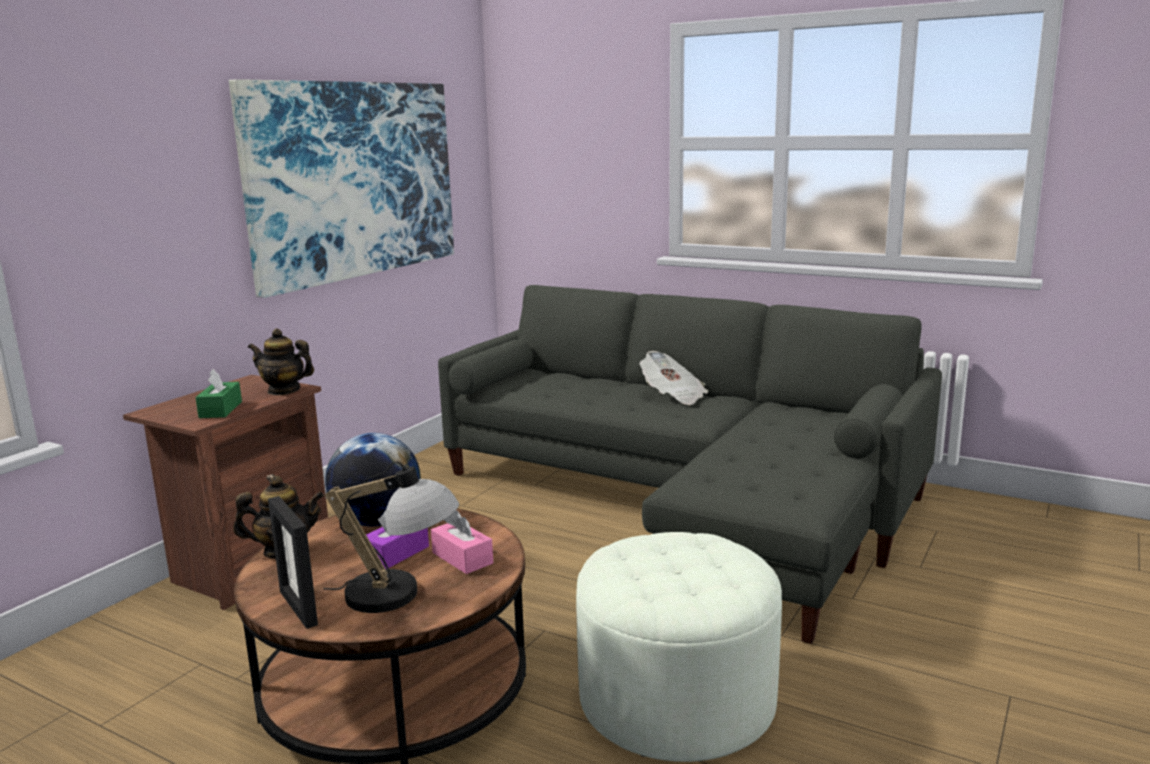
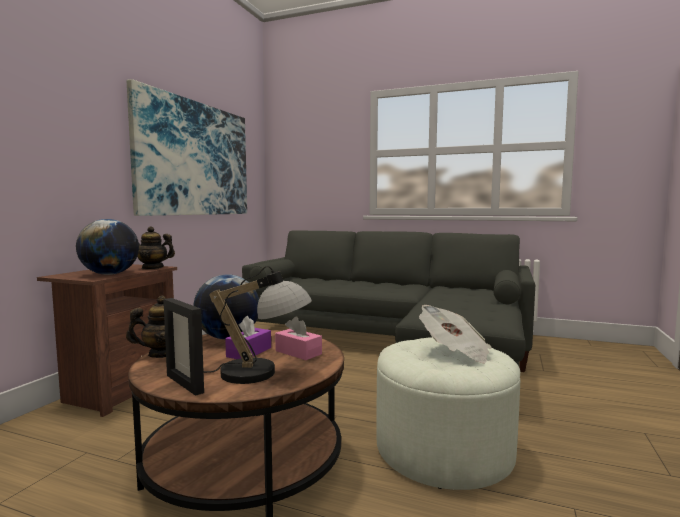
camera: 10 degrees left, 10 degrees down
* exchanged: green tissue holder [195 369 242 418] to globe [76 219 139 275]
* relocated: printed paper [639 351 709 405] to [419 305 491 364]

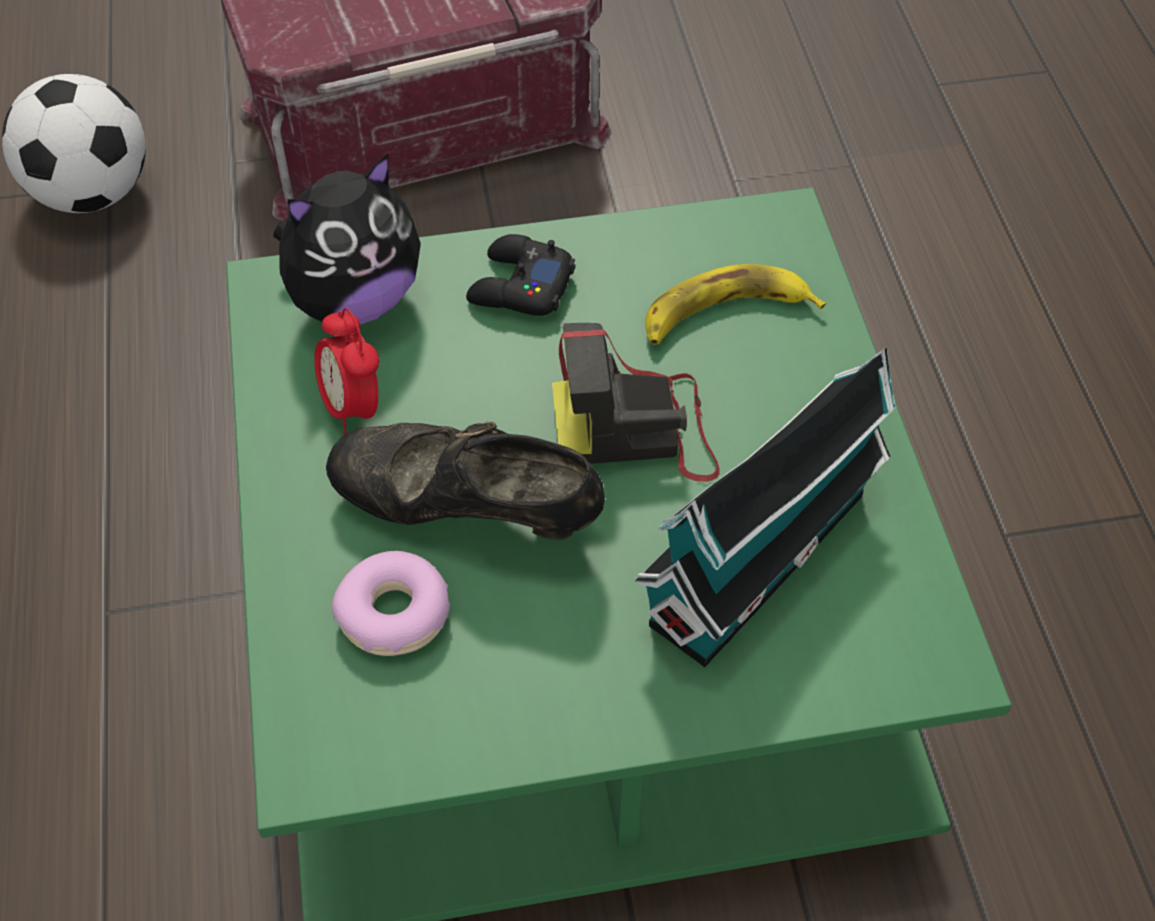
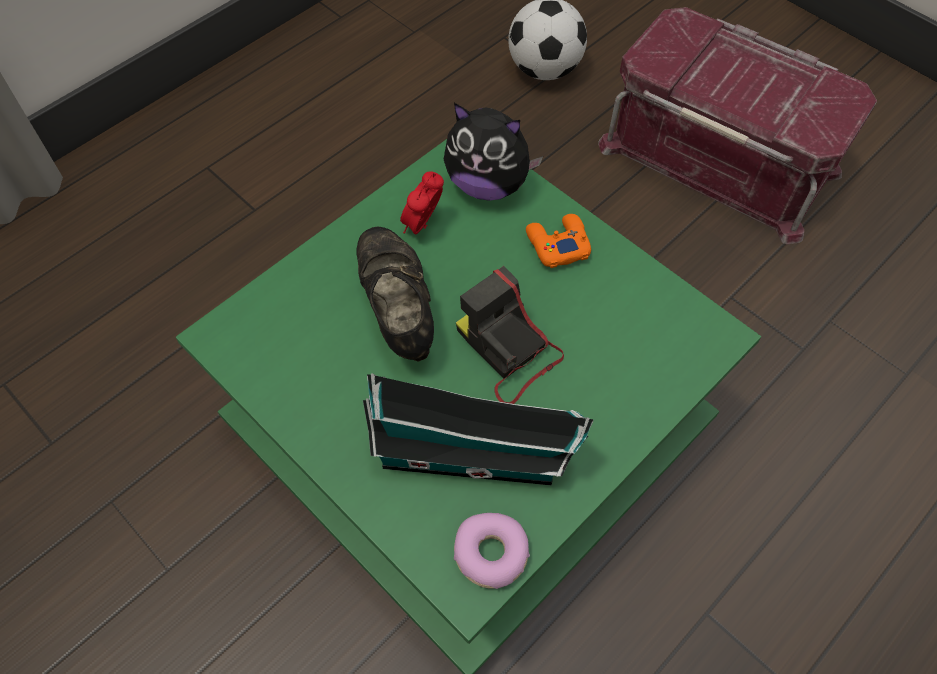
camera: 55 degrees right, 5 degrees up
* relocated: ring doughnut [332 551 450 656] to [454 513 530 589]
* colour: black gamepad [466 234 575 316] to orange-coloured gamepad [526 214 591 268]
* missing: banana [645 264 826 344]

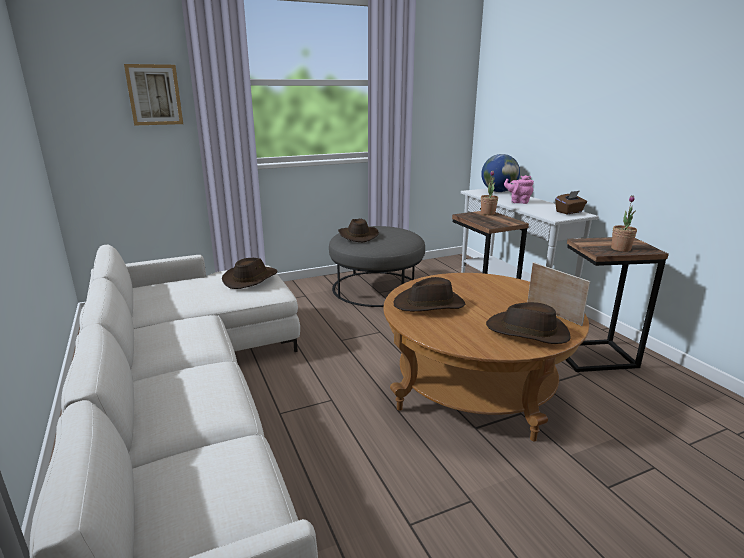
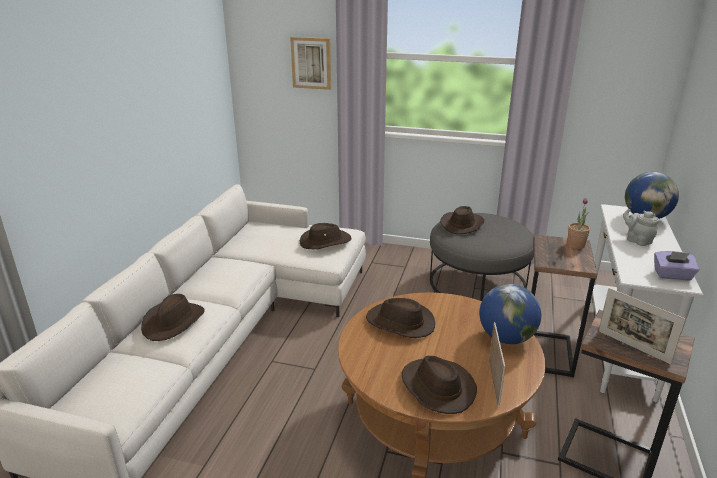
camera: 40 degrees right, 5 degrees up
* appeared: brownish clothing hat [141 294 205 341]
* appeared: globe [479 284 541 344]
* exchanged: plant in a pot [611 195 637 252] to picture frame [598 288 686 364]
* colour: pink-coloured teapot [504 175 534 204] to grey teapot [623 209 659 246]
* colour: brownish tissue holder [555 191 587 214] to purplish tissue holder [654 251 699 280]

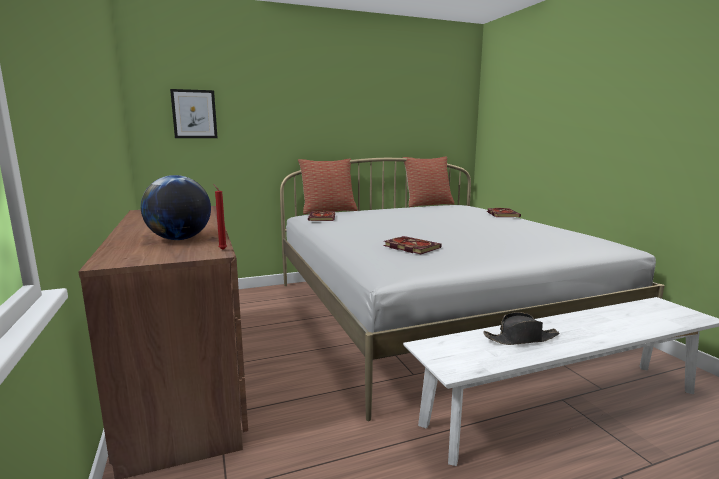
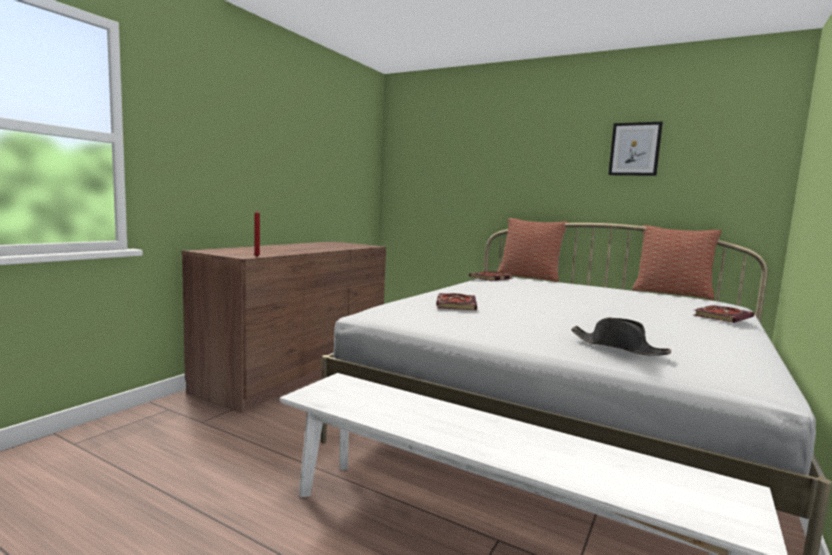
camera: 50 degrees right, 5 degrees down
* relocated: black clothing hat [483 312 559 345] to [571 317 671 356]
* relocated: picture [170 89 218 138] to [608 122 663 176]
* missing: globe [141 175 211 240]

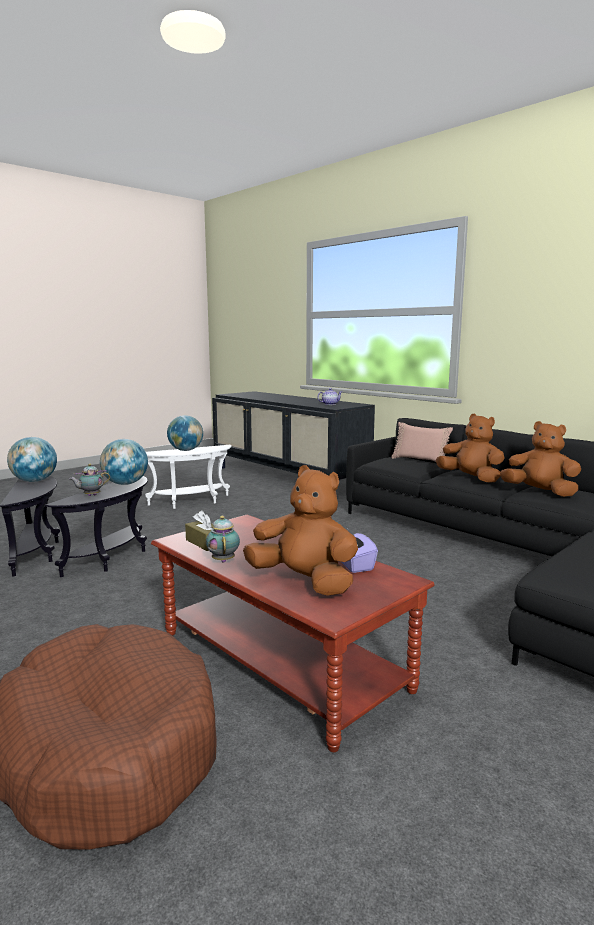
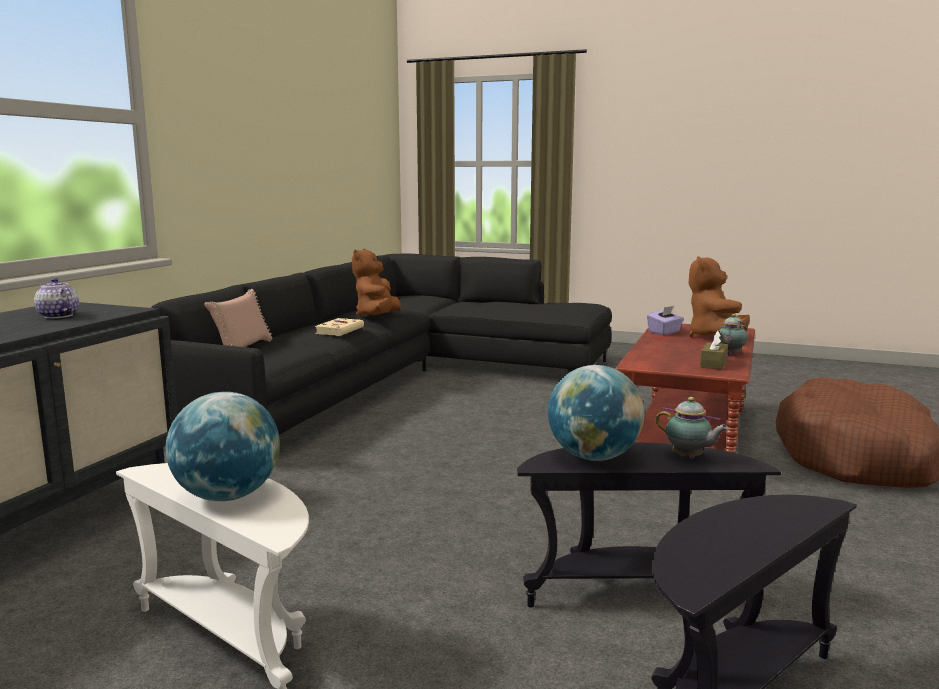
camera: 115 degrees left, 0 degrees up
* exchanged: brownish plush toy [436 414 505 483] to beige-coloured book [315 318 364 336]
* missing: globe [7 437 57 482]

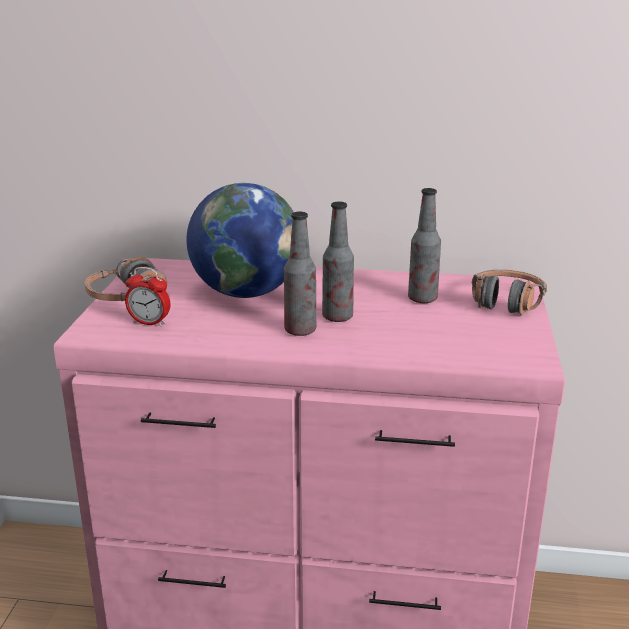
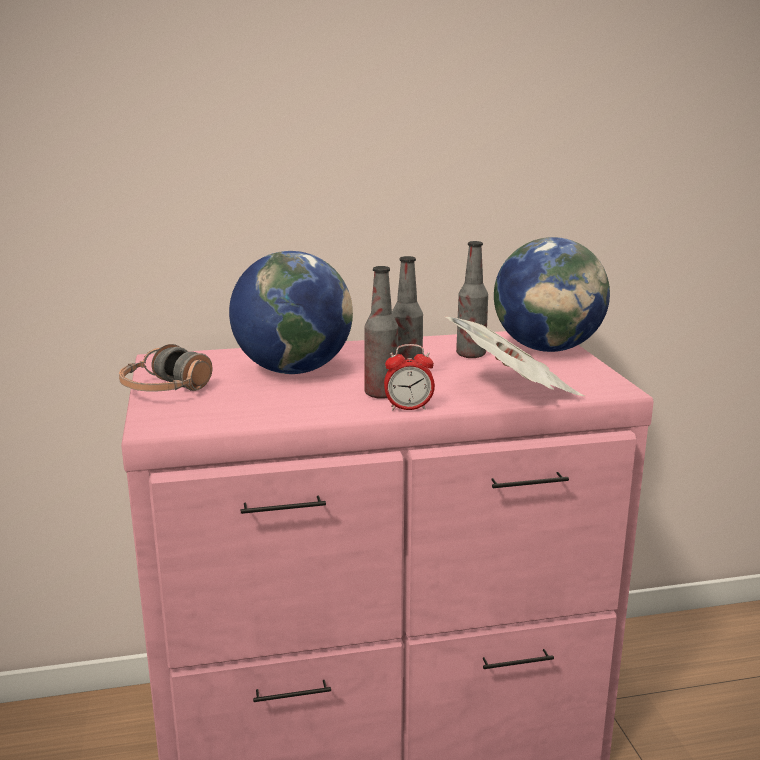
camera: 20 degrees left, 5 degrees down
* relocated: table clock [125 267 170 327] to [384 344 435 410]
* appeared: printed paper [444 316 585 396]
* exchanged: headset [472 269 547 315] to globe [494 237 610 352]

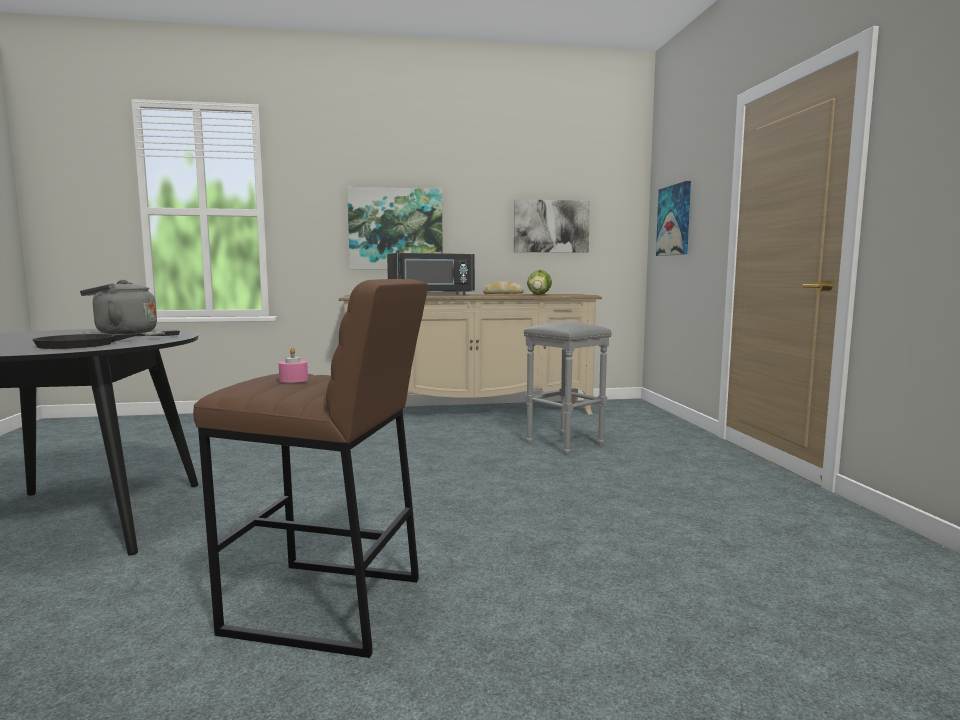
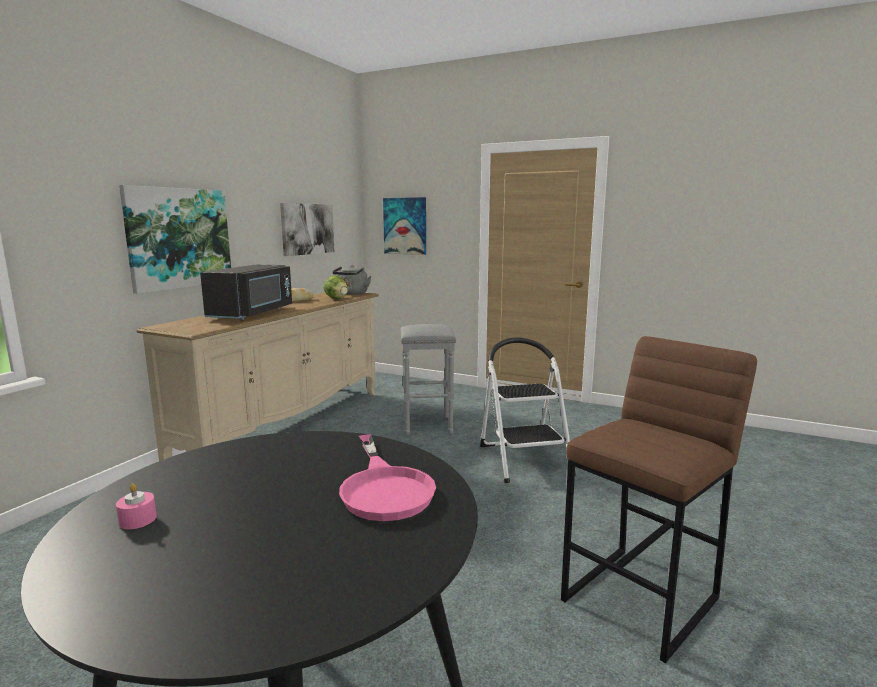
camera: 55 degrees left, 5 degrees up
* relocated: pink-coloured wax light [279 347 308 383] to [116 483 157 529]
* relocated: grey kettle [80 280 157 334] to [332 265 371 295]
* colour: black pan [32 331 180 349] to pink-coloured pan [339 434 436 521]
* appeared: step ladder [480 337 576 483]

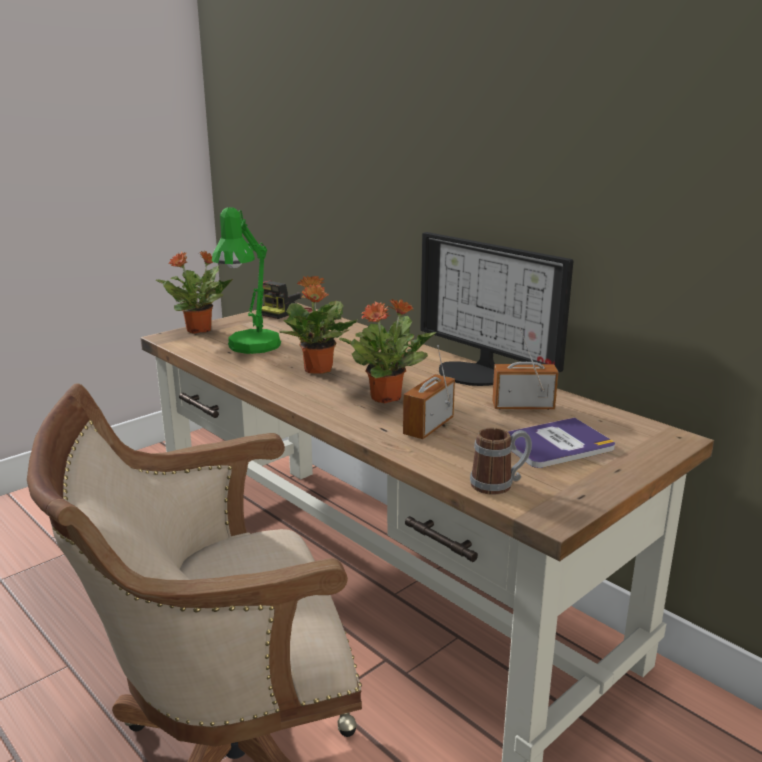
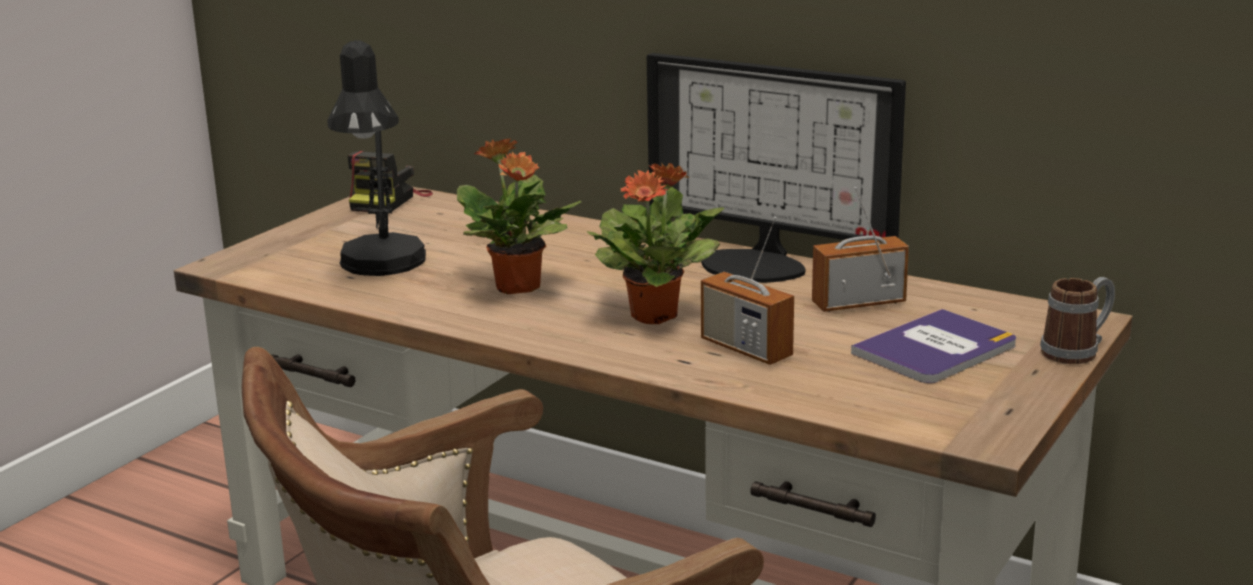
camera: 15 degrees left, 0 degrees up
* colour: green table lamp [212 207 281 354] to black table lamp [327 40 426 276]
* spun: radio set [403 345 455 439] = [701 217 794 365] 60 degrees counterclockwise
* relocated: coffee mug [470 428 532 495] to [1040 277 1115 364]
* missing: plant in a pot [156 251 233 334]

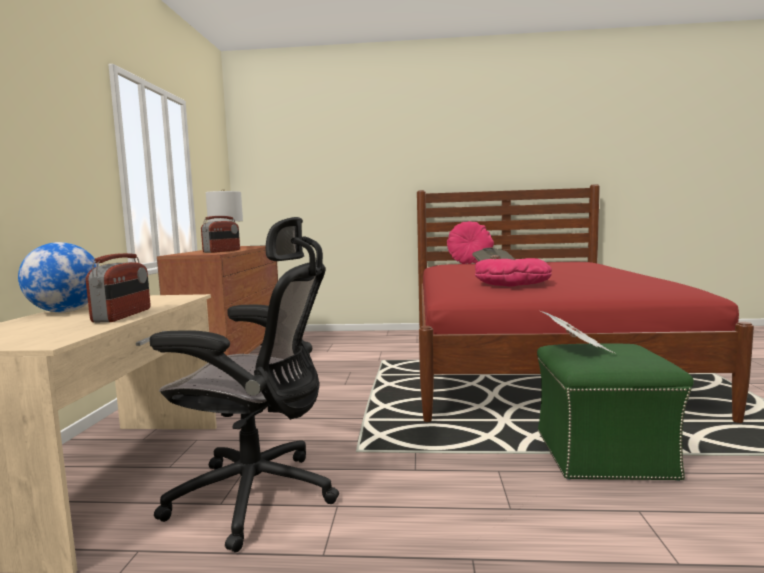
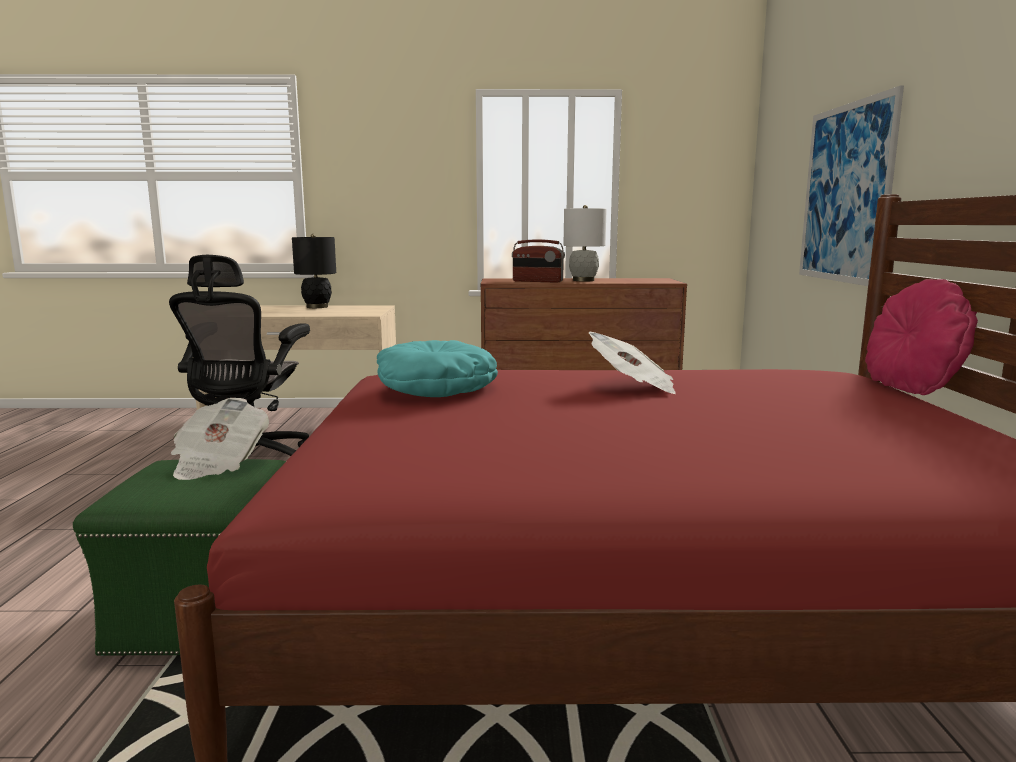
camera: 85 degrees right, 5 degrees up
* exchanged: globe [18 242 99 312] to black table lamp [292 234 336 308]
* colour: pink-coloured cushion [475 258 552 287] to blue-green cushion [377 340 498 397]
* appeared: picture [799 85 904 286]
* missing: radio set [86 253 150 323]

